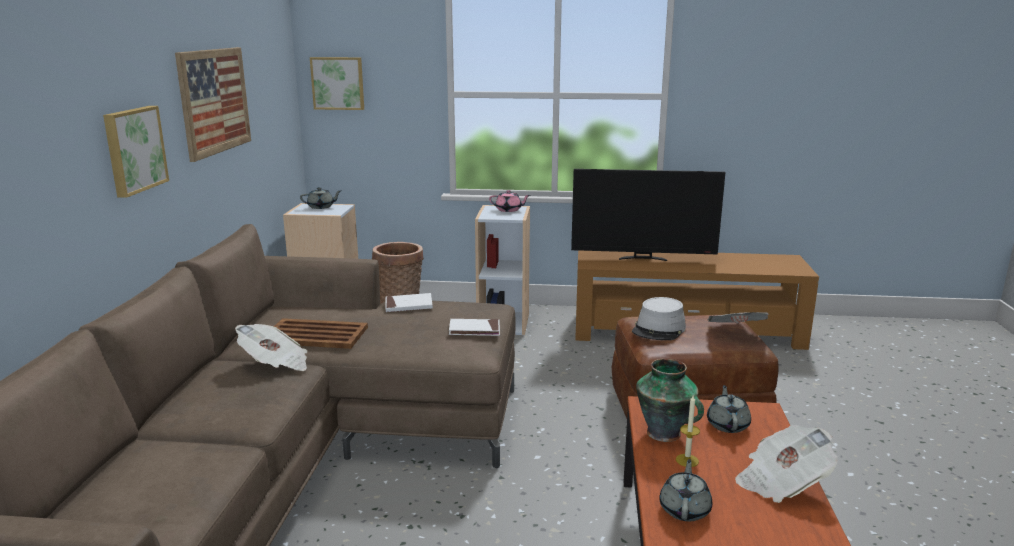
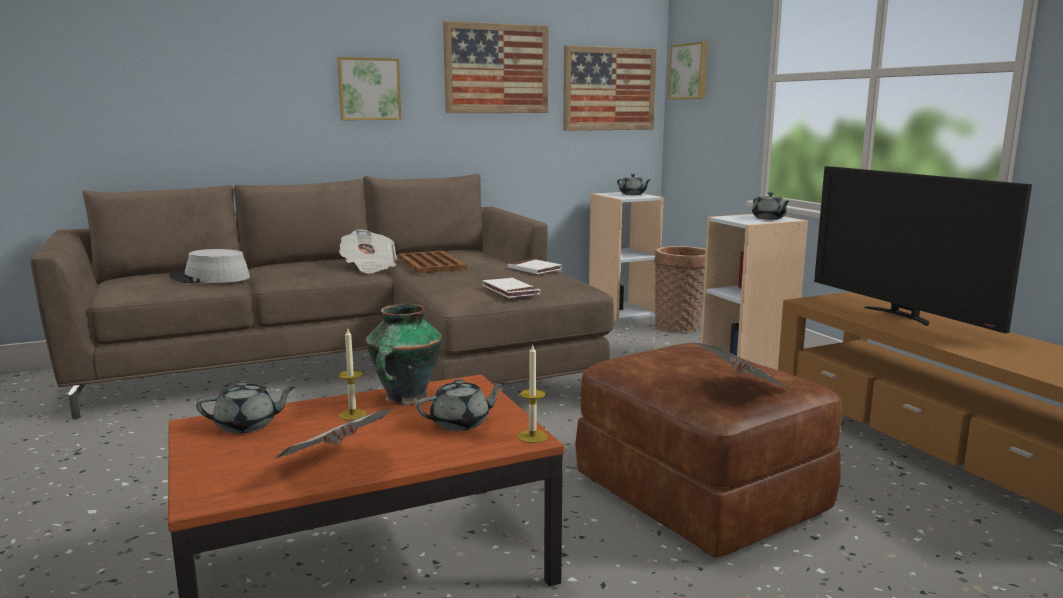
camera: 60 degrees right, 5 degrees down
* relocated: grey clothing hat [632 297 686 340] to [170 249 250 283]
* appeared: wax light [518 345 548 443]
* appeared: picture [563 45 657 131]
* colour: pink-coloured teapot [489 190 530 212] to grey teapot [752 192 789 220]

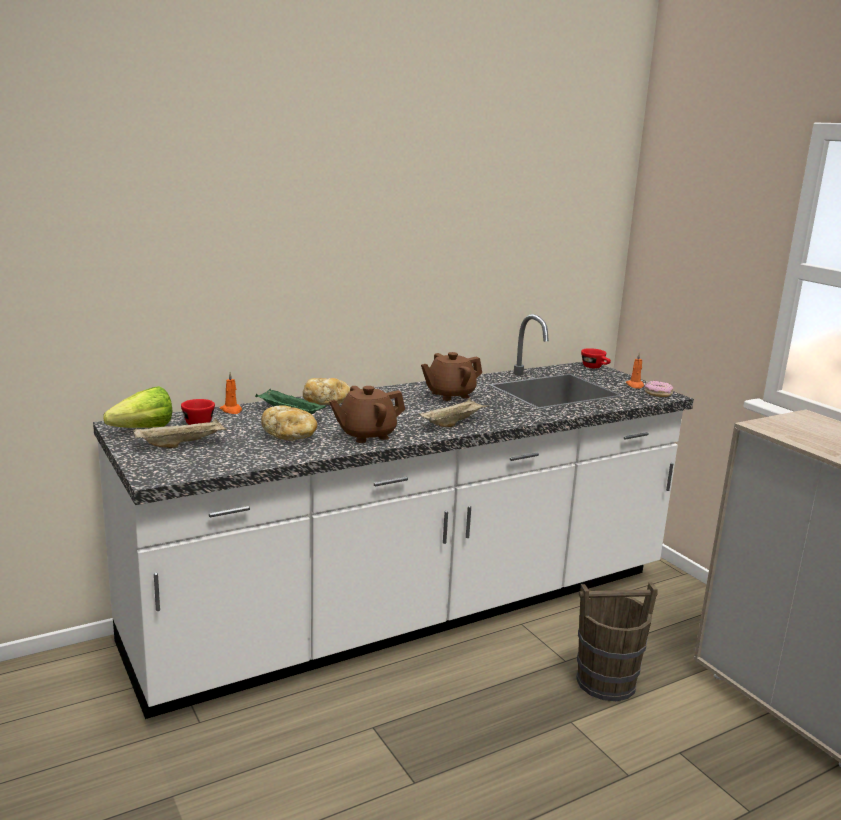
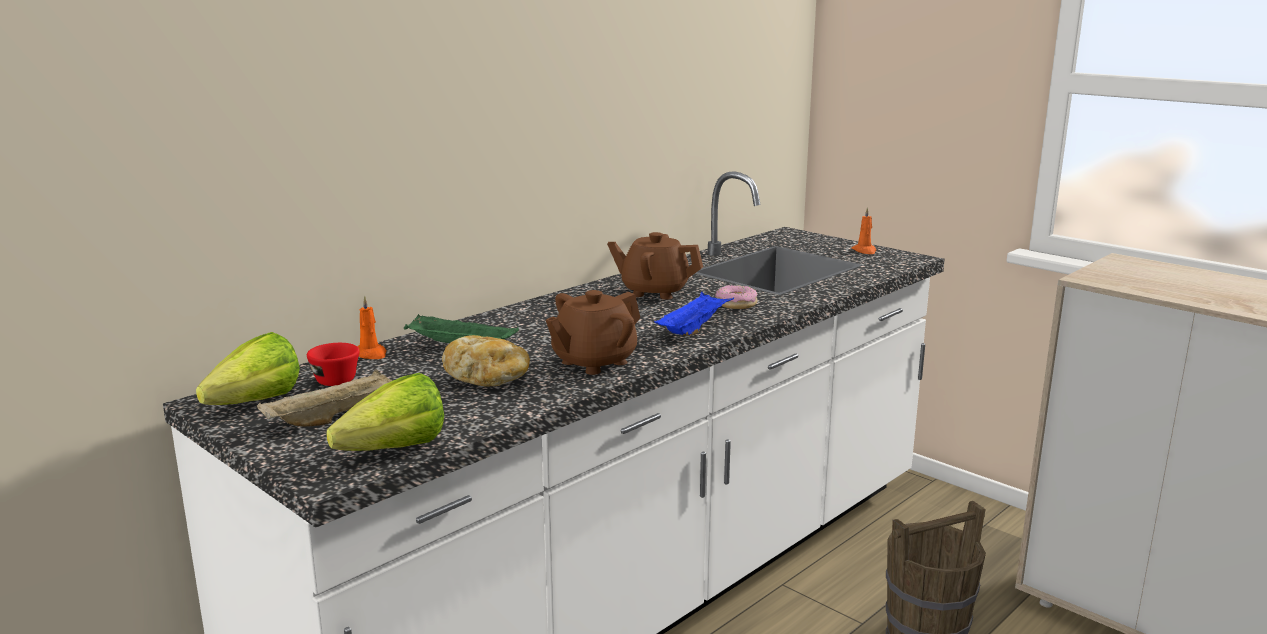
camera: 15 degrees left, 0 degrees up
* appeared: lettuce head [326 373 444 451]
* spun: brownish teapot [421 352 482 401] = [607 232 703 300] 60 degrees clockwise
* colour: beige-coloured carrying tray [419 398 490 427] to blue carrying tray [654 292 734 336]
* relocated: ring doughnut [645 381 673 397] to [715 285 758 309]
* missing: bakery bread [303 378 350 405]
* missing: red-coloured small cup [581 348 611 368]

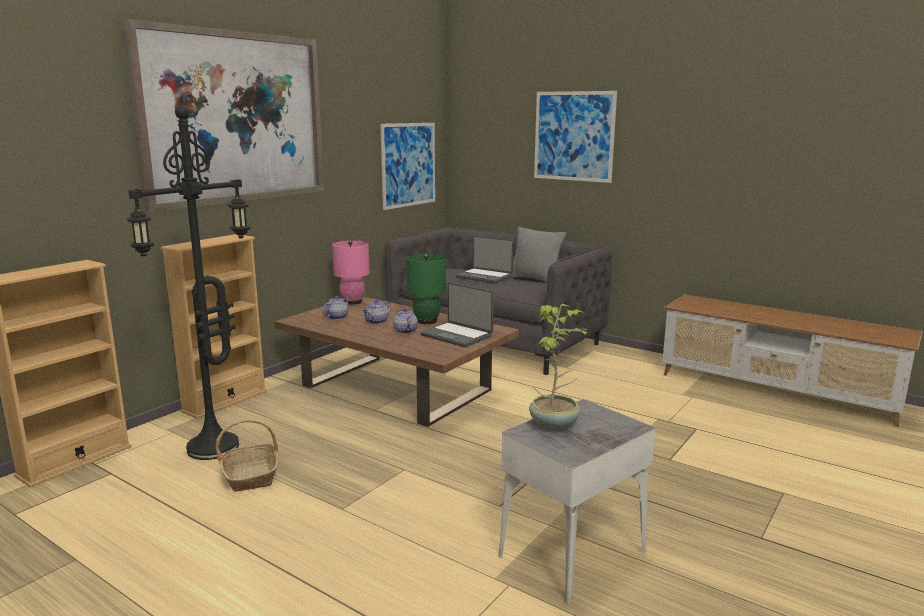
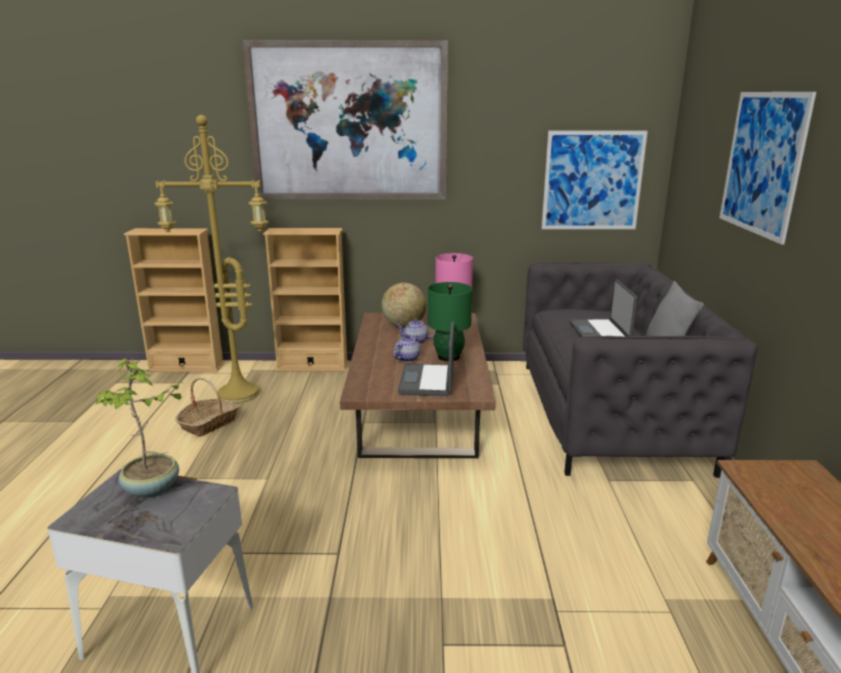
camera: 55 degrees right, 5 degrees up
* colour: black standard lamp [127 105 251 460] to yellow-coloured standard lamp [154 115 269 404]
* exchanged: teapot [323 296 349 320] to globe [382 283 427 328]

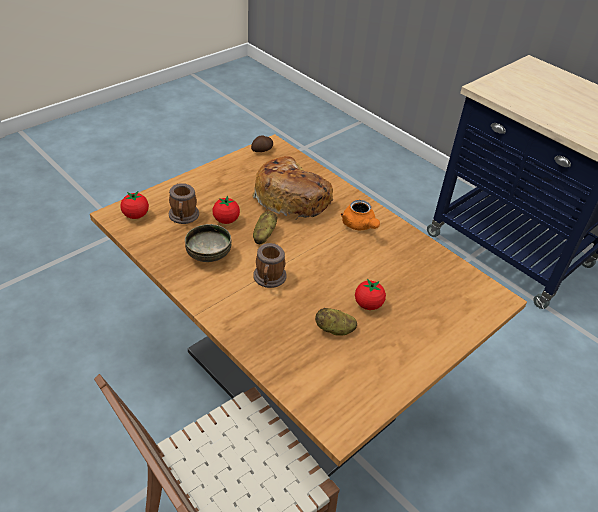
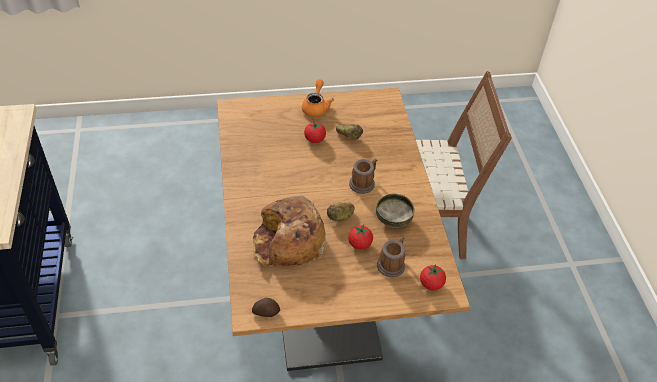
camera: 145 degrees left, 5 degrees up
* relocated: orange-coloured teapot [340 200 380 230] to [302 79 334 117]

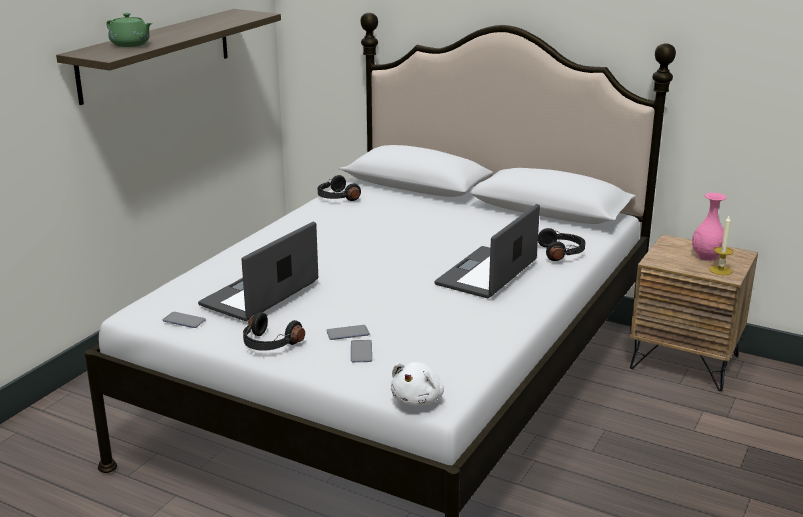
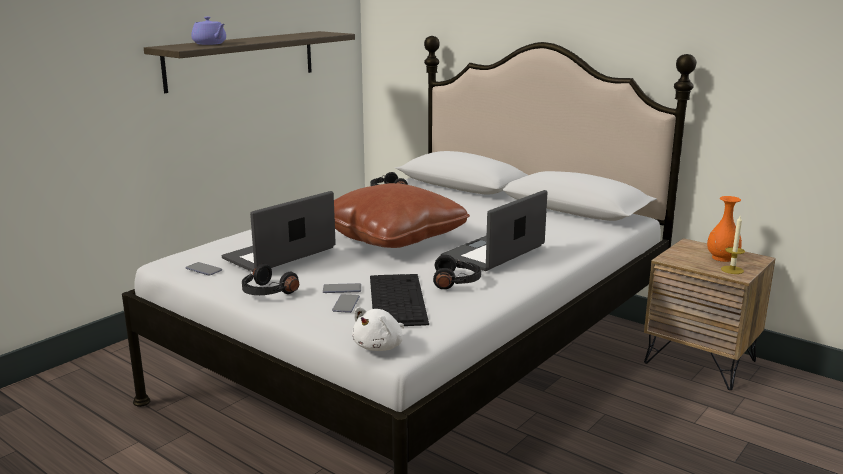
camera: 10 degrees right, 5 degrees down
* colour: green teapot [106 13 152 47] to purplish teapot [191 17 226 45]
* appeared: brownish cushion [334 183 470 248]
* appeared: keyboard [370 274 429 326]
* relocated: black headset [538 228 585 261] to [433 255 481 289]
* colour: pink-coloured decorative vase [692 193 727 261] to orange-coloured decorative vase [707 196 742 262]

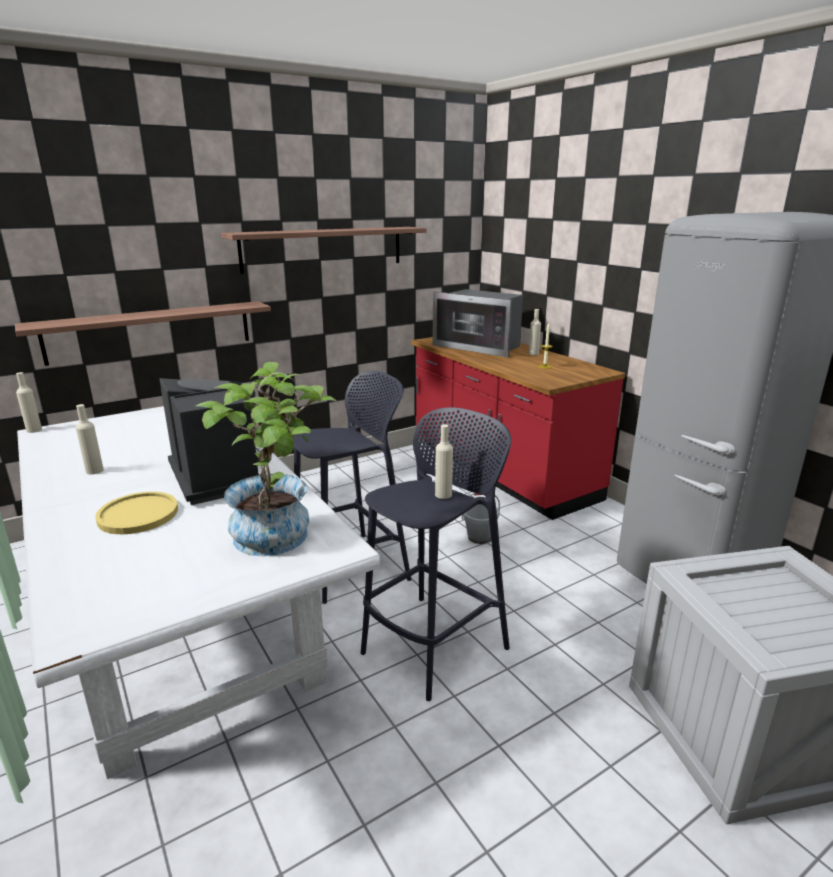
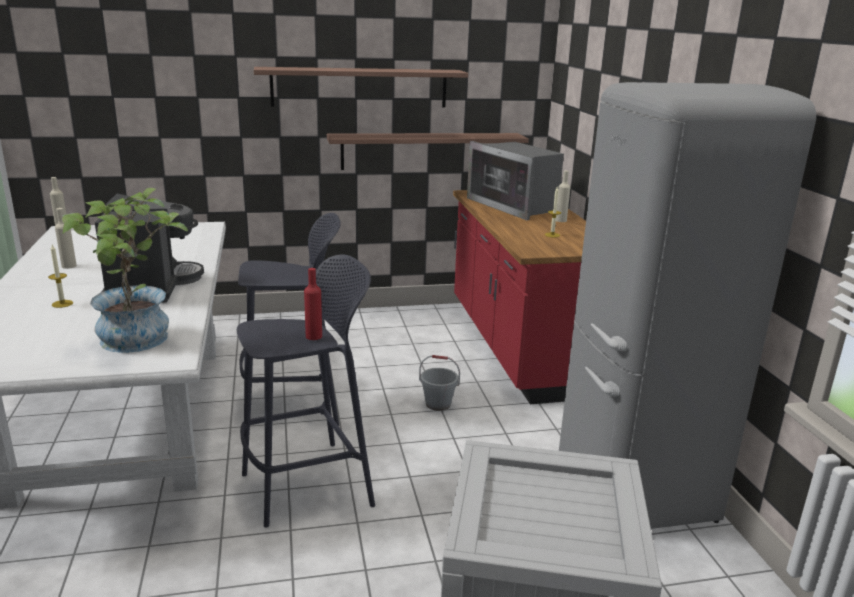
camera: 20 degrees right, 0 degrees up
* exchanged: yellow-coloured dinner plate [95 492 178 534] to wax light [48 245 73 308]
* colour: beige-coloured beverage bottle [435 424 453 499] to red-coloured beverage bottle [304 268 322 340]
* relocated: bracket shelf [15 301 271 366] to [327 133 529 170]

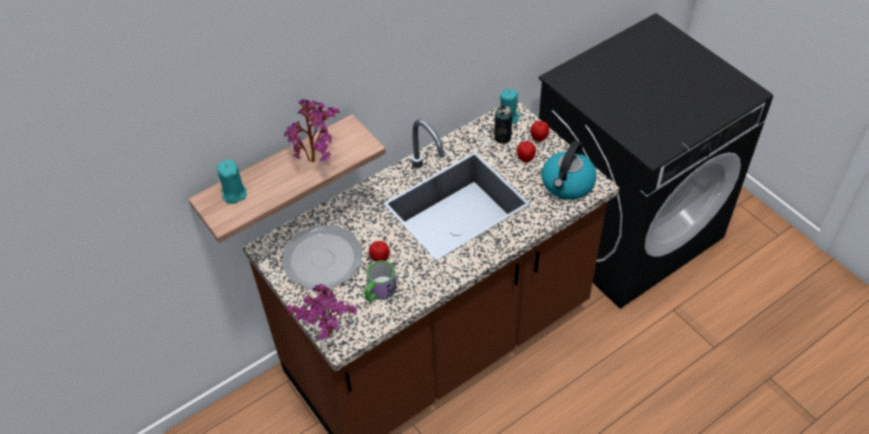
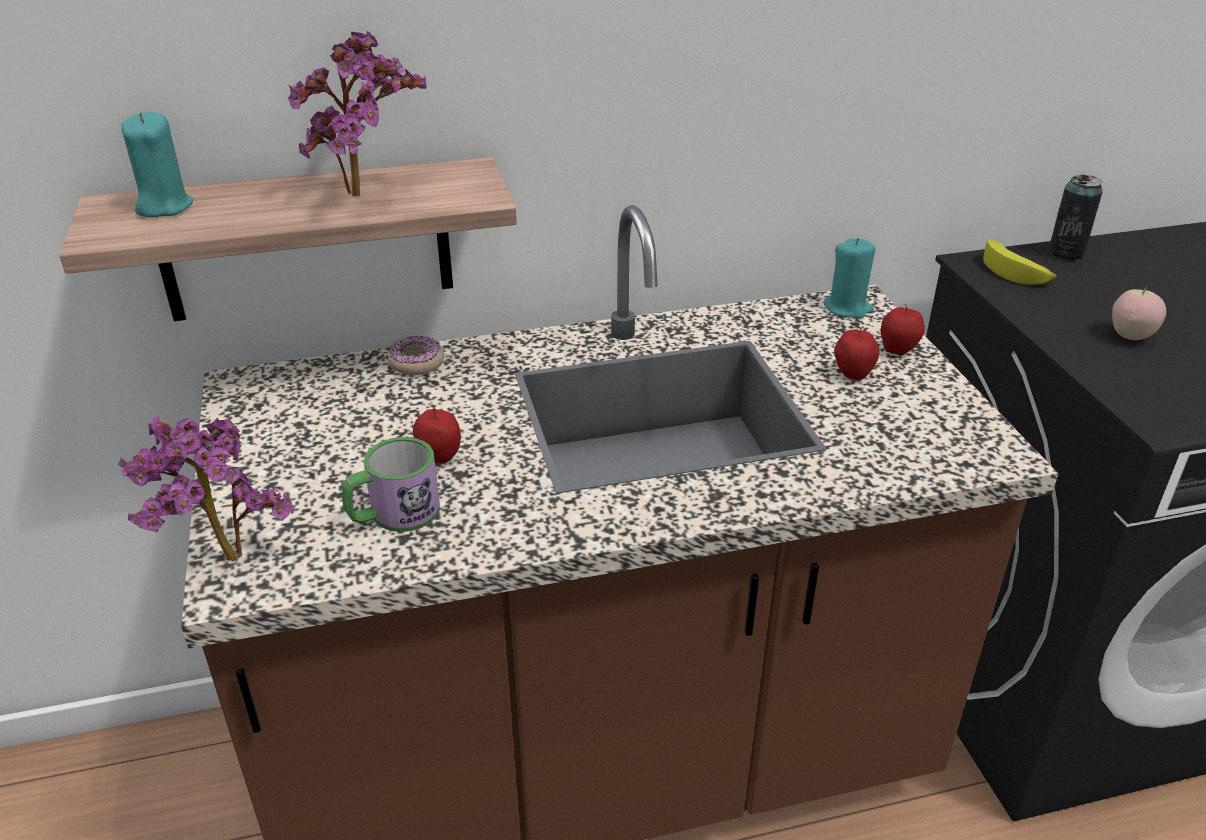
camera: 20 degrees right, 15 degrees down
* appeared: ring doughnut [388 336 445 375]
* appeared: banana [983 239 1057 284]
* relocated: sealed can [494 105 512 144] to [1048 175 1102 261]
* appeared: whole apple [1112 286 1166 340]
* missing: dinner plate [281 224 363 289]
* missing: kettle [542 141 597 200]

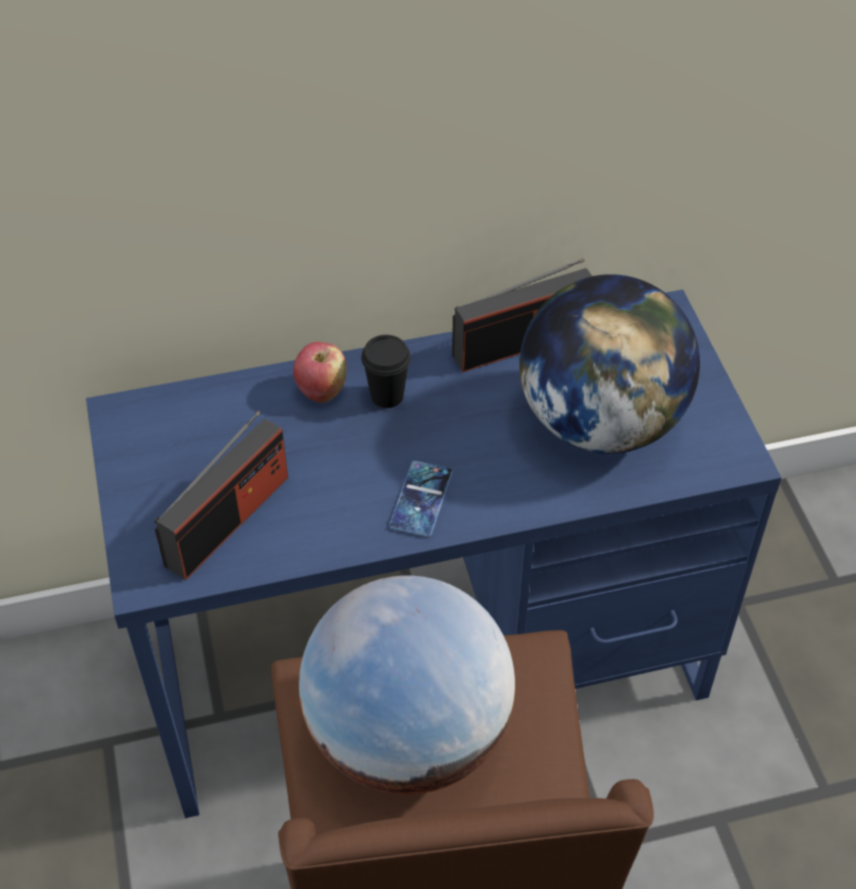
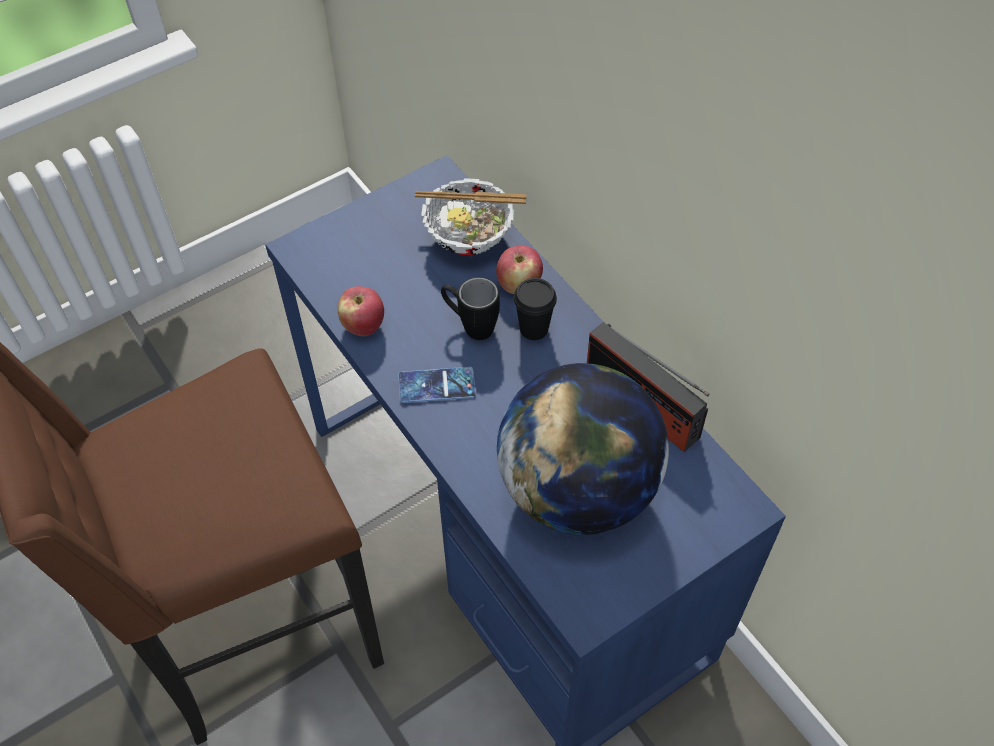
camera: 70 degrees right, 5 degrees up
* appeared: whole apple [338 286 384 336]
* appeared: deep dish [415 178 527 255]
* appeared: black coffee mug [441 277 500 340]
* missing: radio set [154 411 288 580]
* missing: globe [299 575 515 795]

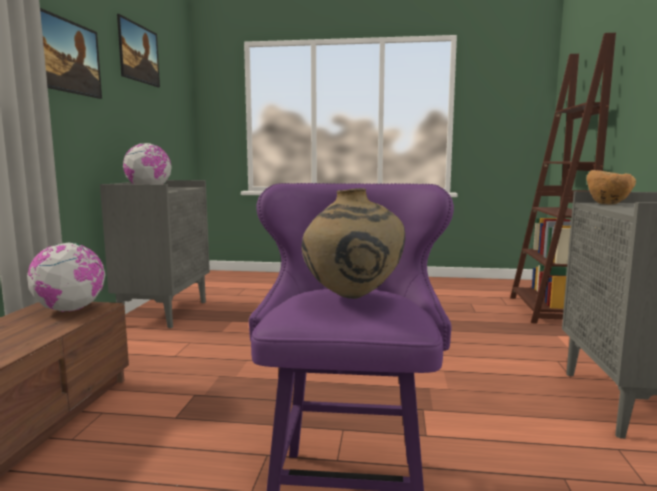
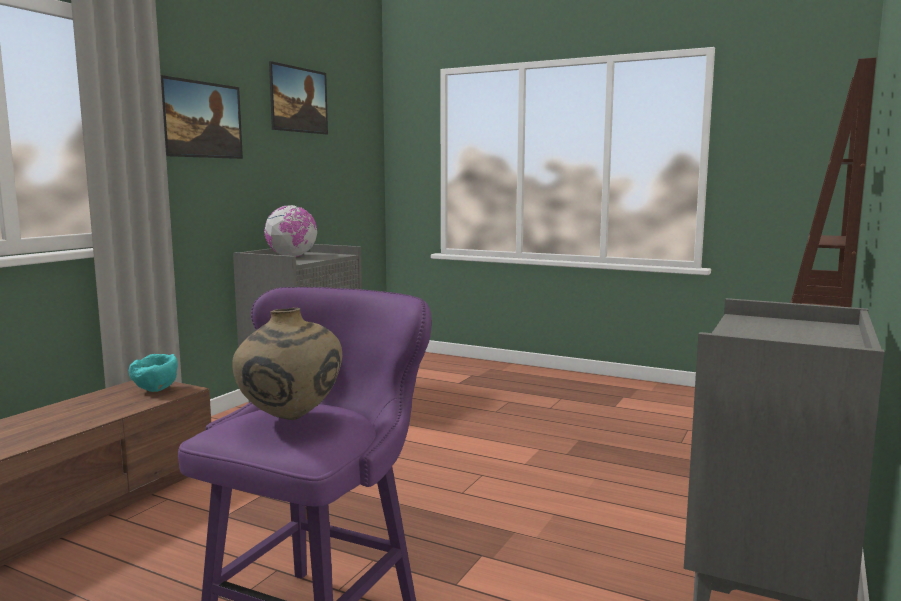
camera: 20 degrees right, 0 degrees up
* exchanged: globe [27 242 105 312] to blue-green deep dish [129 354 178 392]
* missing: brownish deep dish [587 170 636 205]

